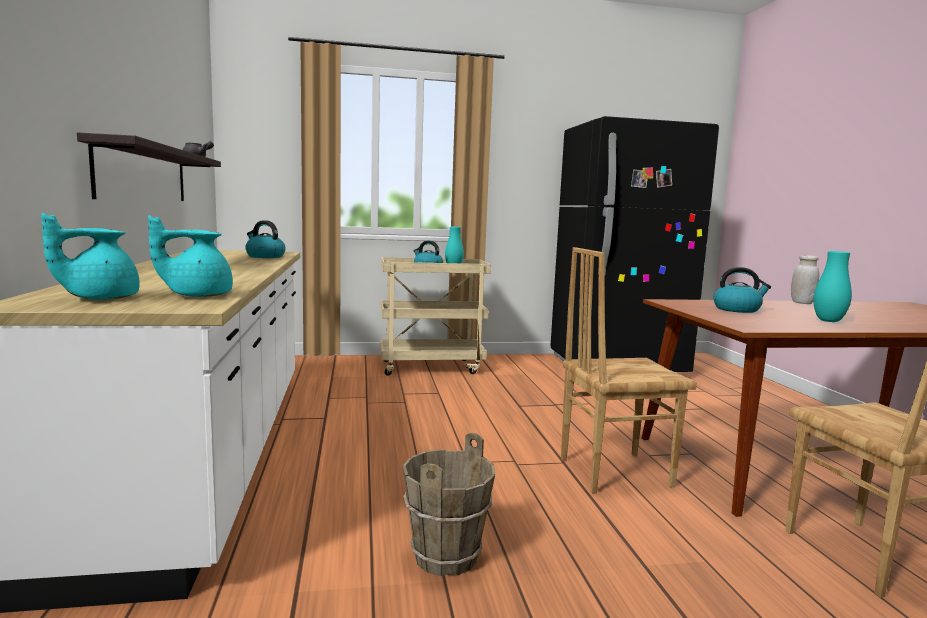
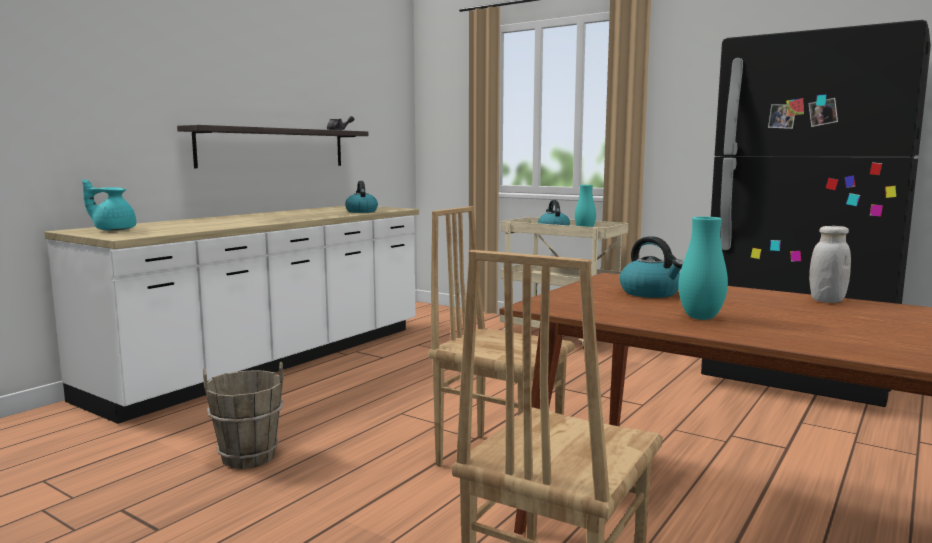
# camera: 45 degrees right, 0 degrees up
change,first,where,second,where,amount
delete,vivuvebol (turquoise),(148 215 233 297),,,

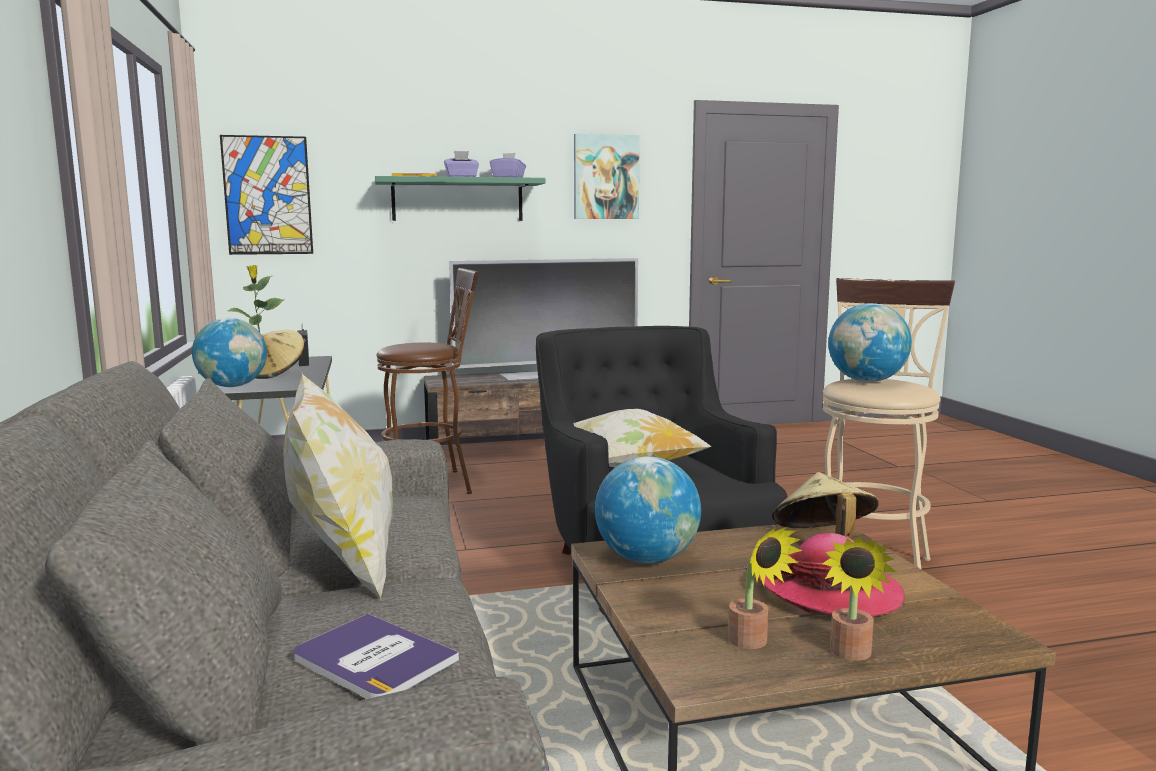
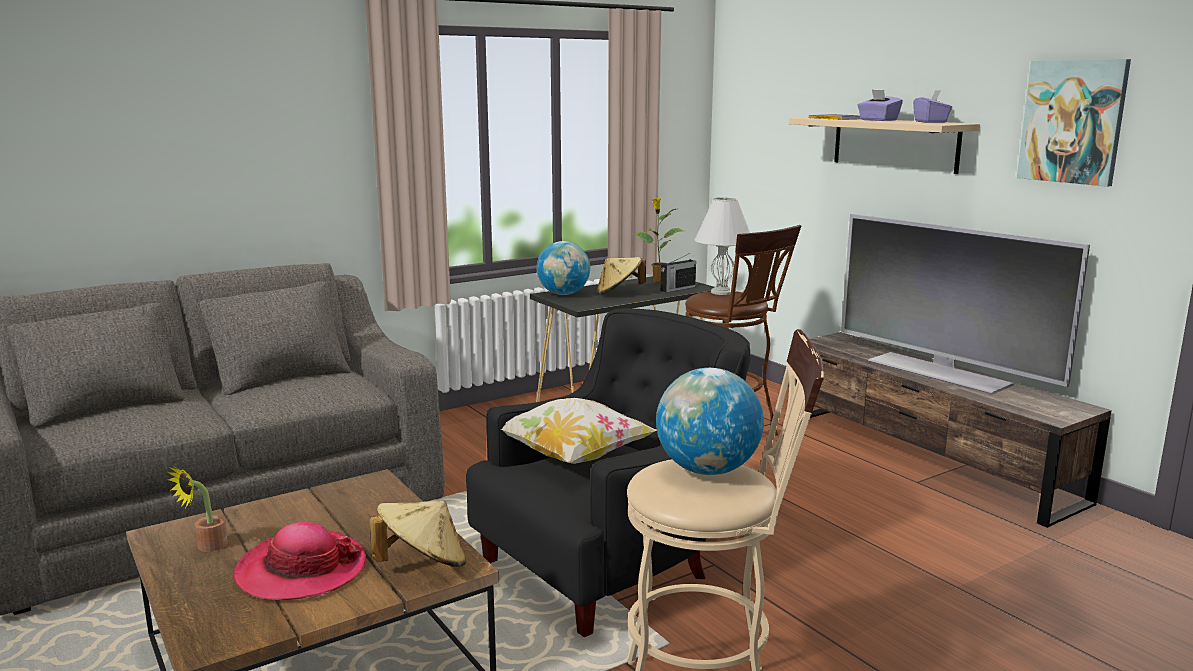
# camera: 70 degrees right, 5 degrees up
change,first,where,second,where,amount
insert,,,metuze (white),(694 197 750 295),
recolor,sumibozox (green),(375 176 545 221),sumibozox (beige),(789 118 980 174),
delete,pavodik,(220 135 313 255),,,
delete,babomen,(283 373 393 601),,,
delete,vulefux,(293 614 459 699),,,
delete,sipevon,(595 456 701 564),,,
delete,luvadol,(822 536 896 661),,,

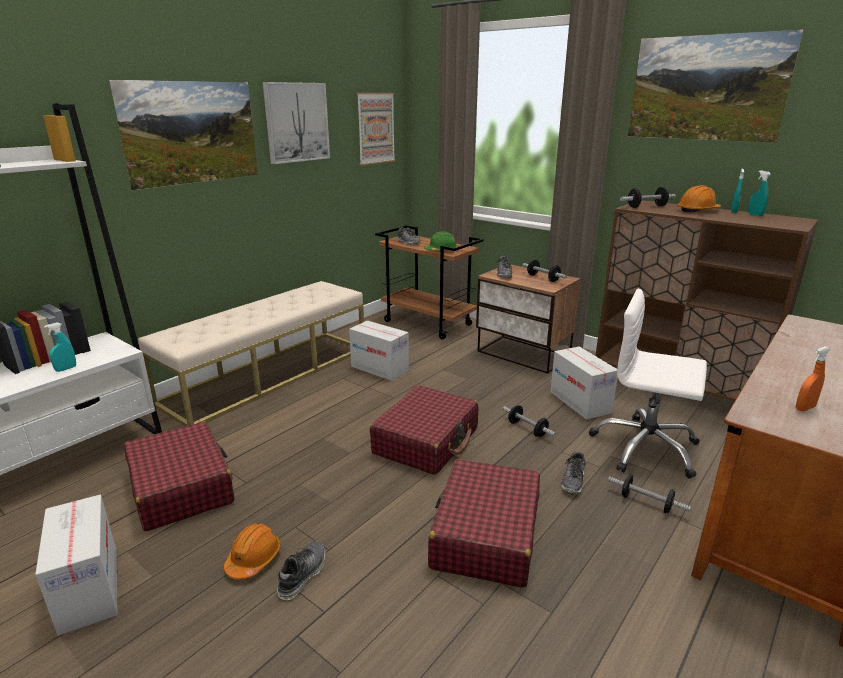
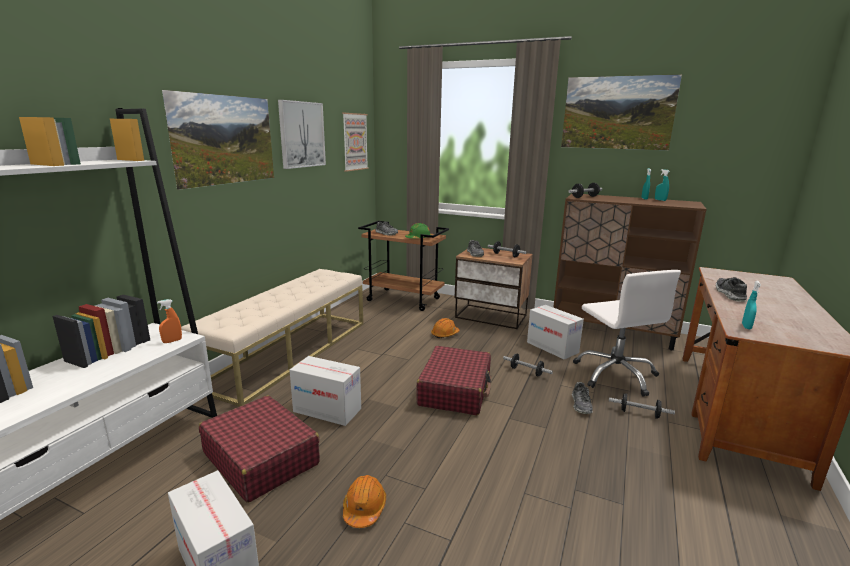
# camera: 15 degrees left, 5 degrees down
change,first,where,second,where,amount
move,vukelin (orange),(796 347 830 411),,(157 299 182 343),
move,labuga,(349 320 409 381),,(290 356 361 426),
move,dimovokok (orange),(677 185 721 213),,(431 318 460 339),
rotate,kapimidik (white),(589 289 707 478),,(573 270 681 397),120 degrees counterclockwise
move,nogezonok,(277 541 325 600),,(716 277 747 302),
move,vukelin (turquoise),(44 322 76 372),,(742 281 761 329),
delete,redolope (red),(428 459 540 588),,,

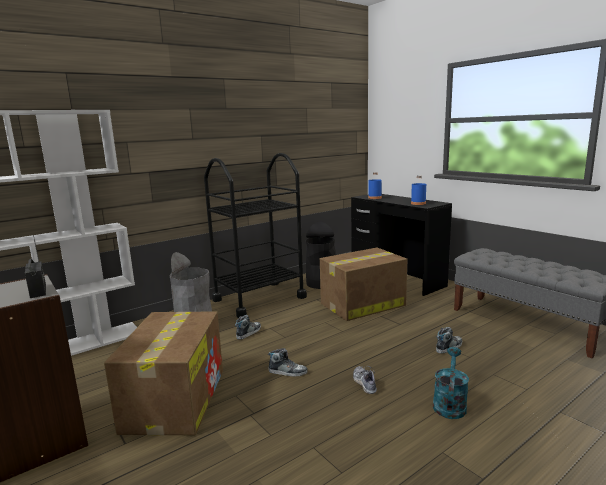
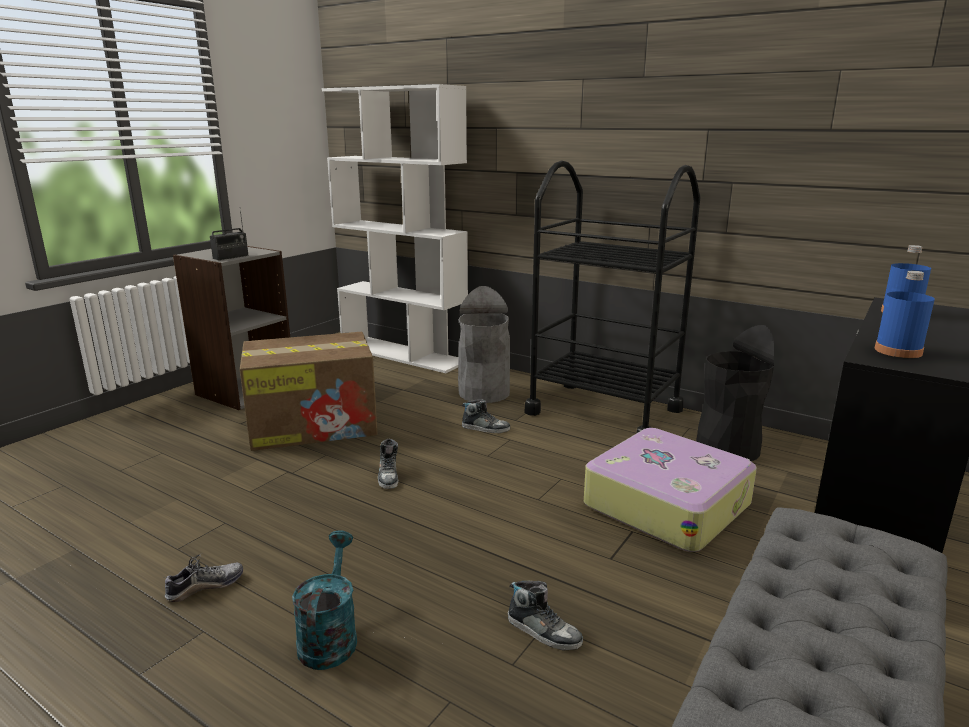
# camera: 70 degrees right, 5 degrees up
change,first,where,second,where,amount
move,nogezonok,(353 366 377 394),,(164 554 243 602),
rotate,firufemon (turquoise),(433 347 469 419),,(292 530 357 670),90 degrees counterclockwise
replace,labuga,(320 248 407 321),redolope,(584 428 757 552),

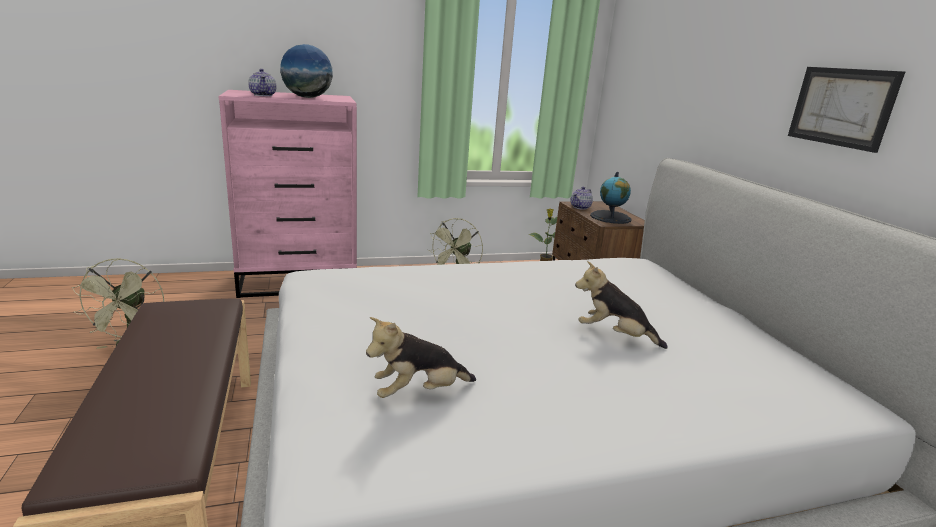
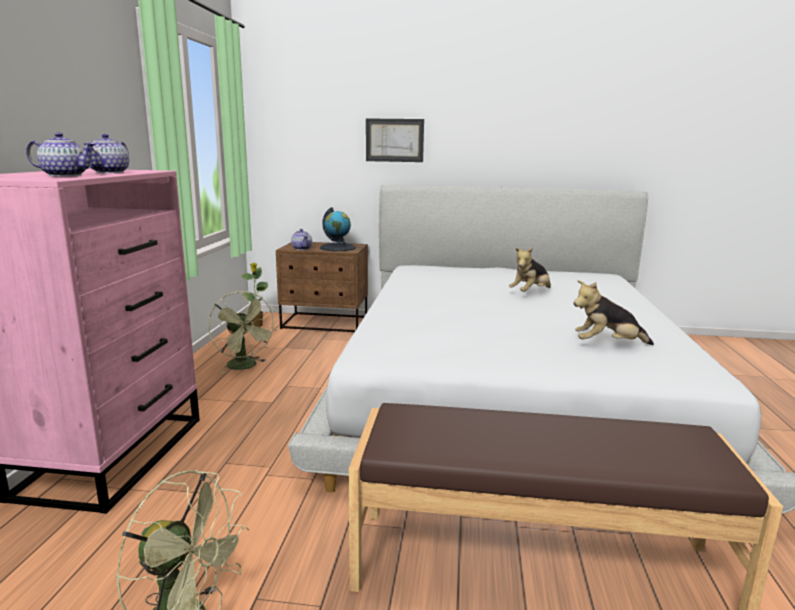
# camera: 65 degrees left, 5 degrees down
change,first,where,second,where,amount
replace,sipevon,(280 44 333 98),vivuvebol,(83 134 129 173),
move,pavodik,(788 67 905 153),,(366 118 424 162),
rotate,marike,(366 317 476 398),,(574 280 654 345),90 degrees clockwise

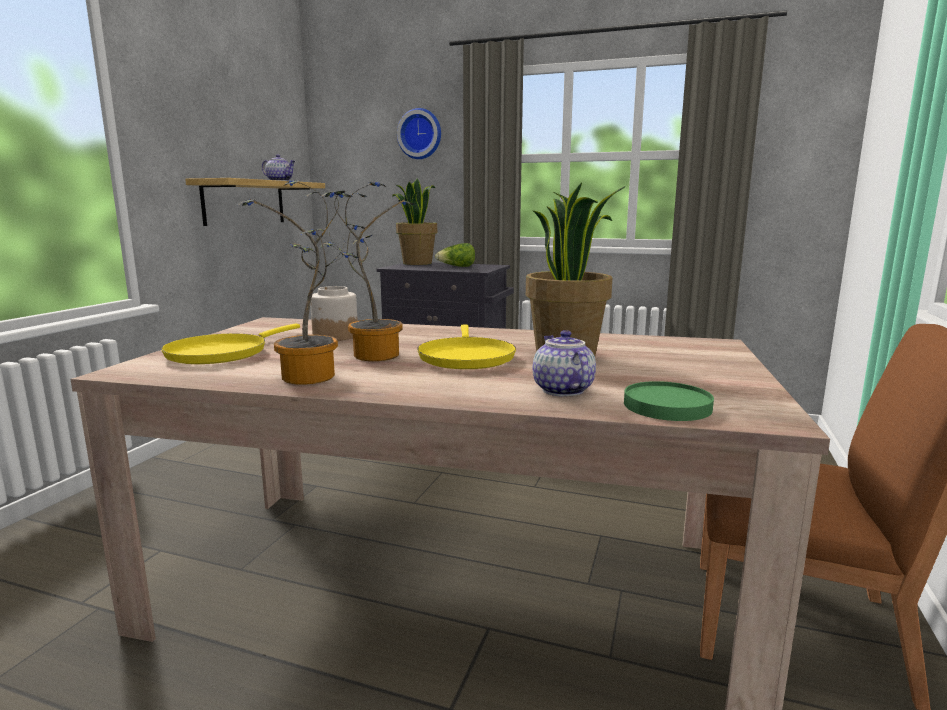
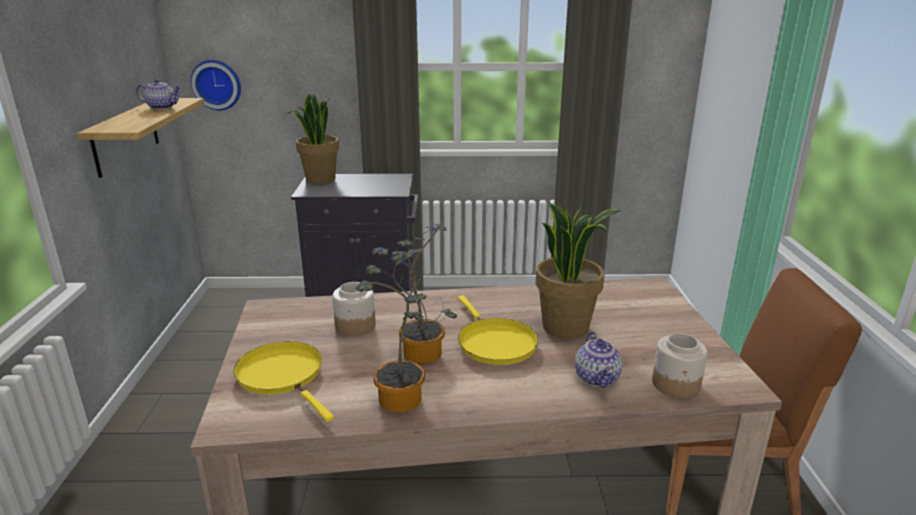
# camera: 20 degrees left, 10 degrees up
change,first,where,second,where,amount
move,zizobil,(397 108 441 159),,(191 60 241 110),
rotate,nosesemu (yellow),(161 324 300 364),,(234 341 334 422),135 degrees clockwise
rotate,vivuvebol,(533 330 596 397),,(575 332 622 388),150 degrees counterclockwise
replace,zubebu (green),(624 381 714 421),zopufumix,(652 333 707 398),
delete,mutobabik,(435 243 475 267),,,

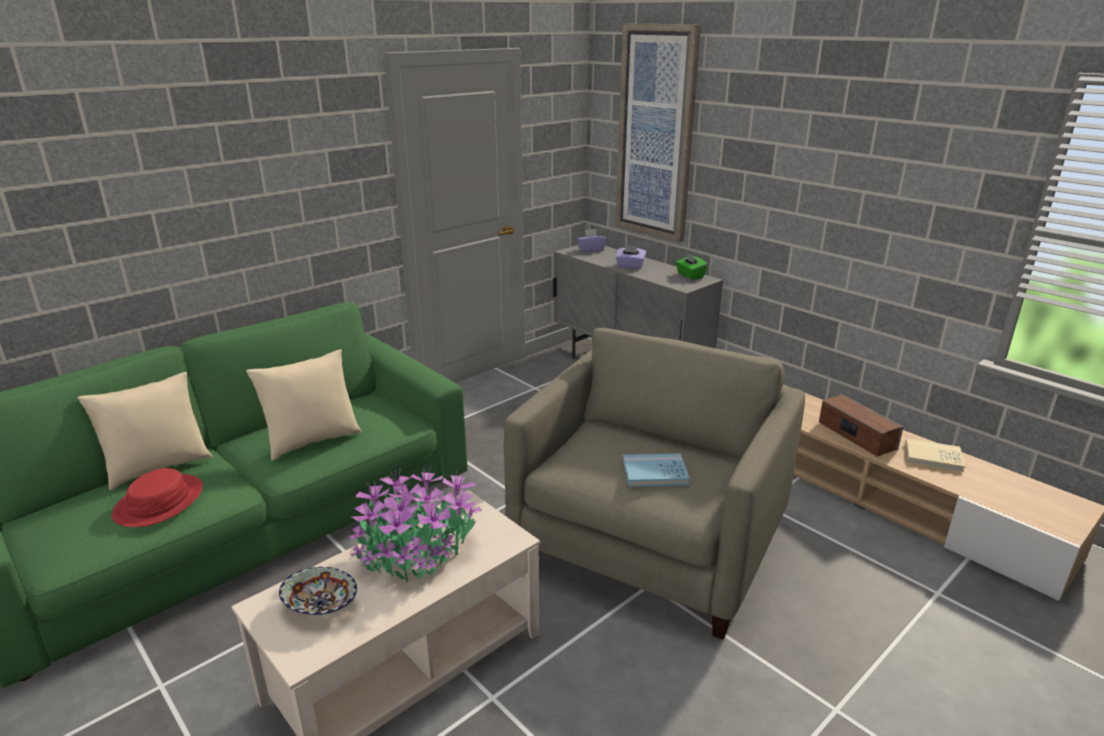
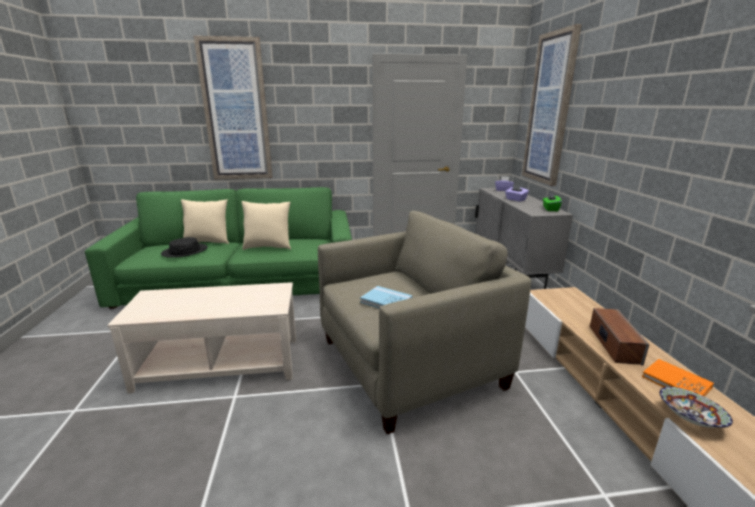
# camera: 35 degrees right, 5 degrees down
change,first,where,second,where,amount
recolor,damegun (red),(112 468 203 527),damegun (black),(161 237 208 258),
insert,,,pavodik,(194 36 272 179),
recolor,vulefux (beige),(905 438 966 472),vulefux (orange),(642 359 714 397),
move,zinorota,(279 567 357 616),,(659 387 733 428),
delete,luvadol,(349 464 482 582),,,

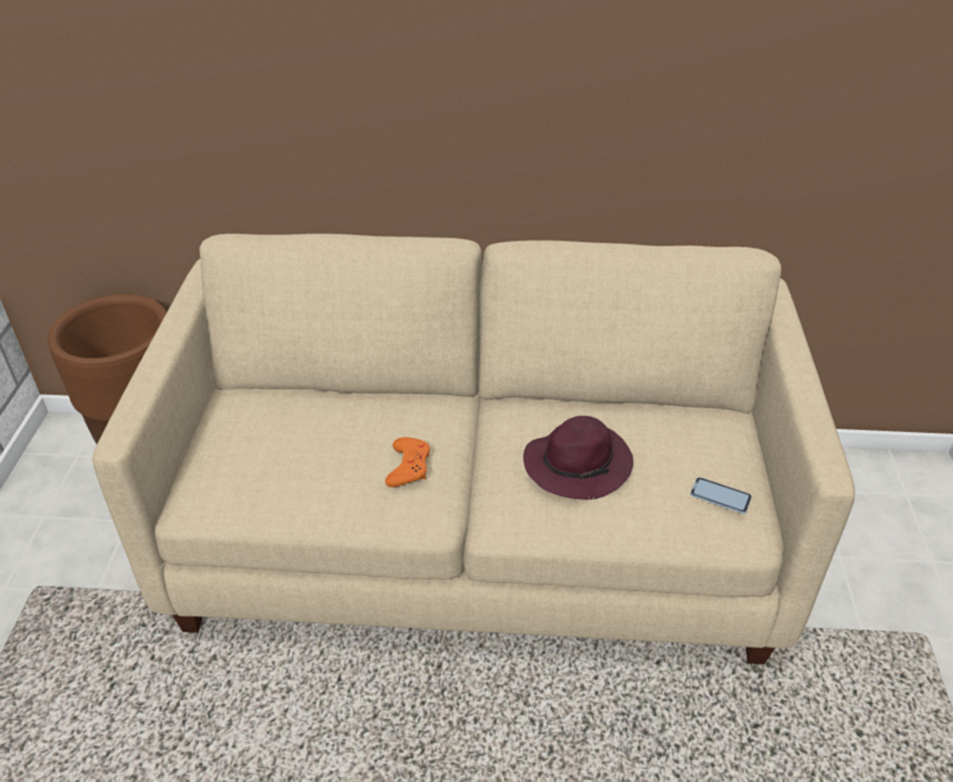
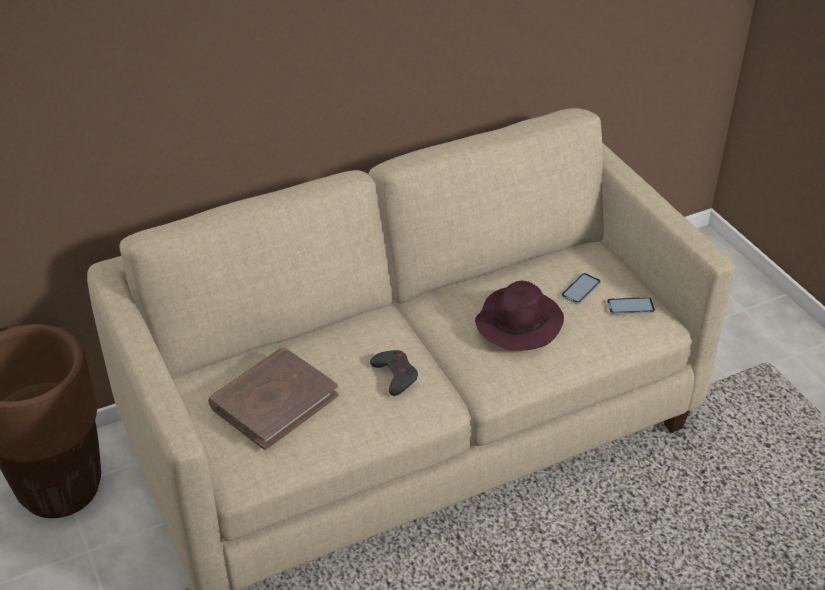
# camera: 30 degrees left, 0 degrees up
change,first,where,second,where,amount
insert,,,vulefux (brown),(208 348 339 450),
recolor,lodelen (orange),(385 437 430 487),lodelen (grey),(370 350 418 396),
insert,,,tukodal,(561 273 601 304),

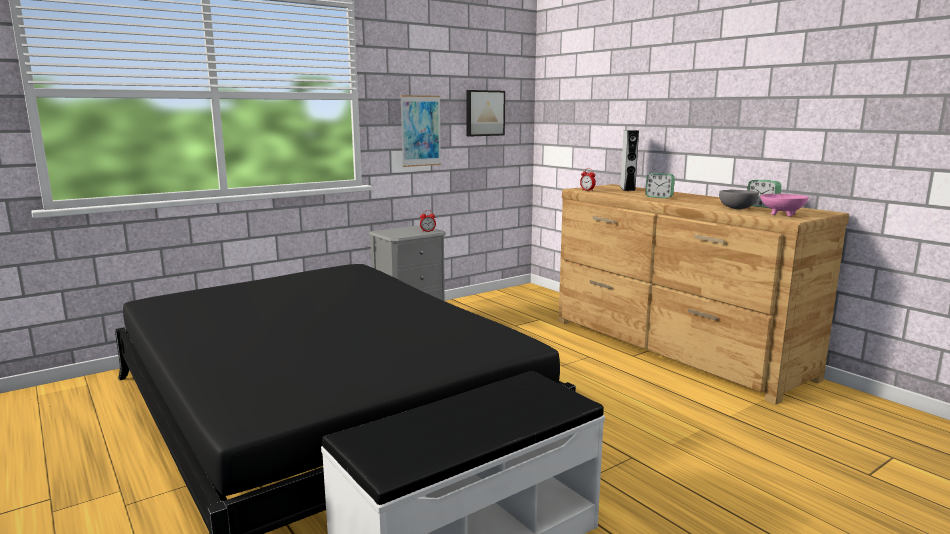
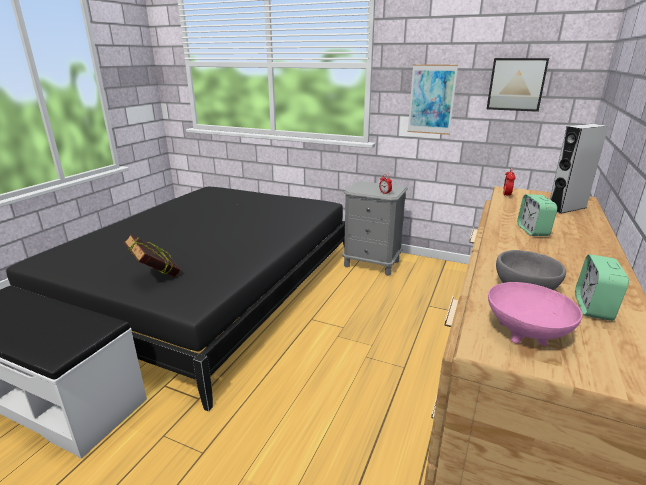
# camera: 60 degrees right, 10 degrees up
change,first,where,second,where,amount
insert,,,vulefux,(124 234 180 277),

